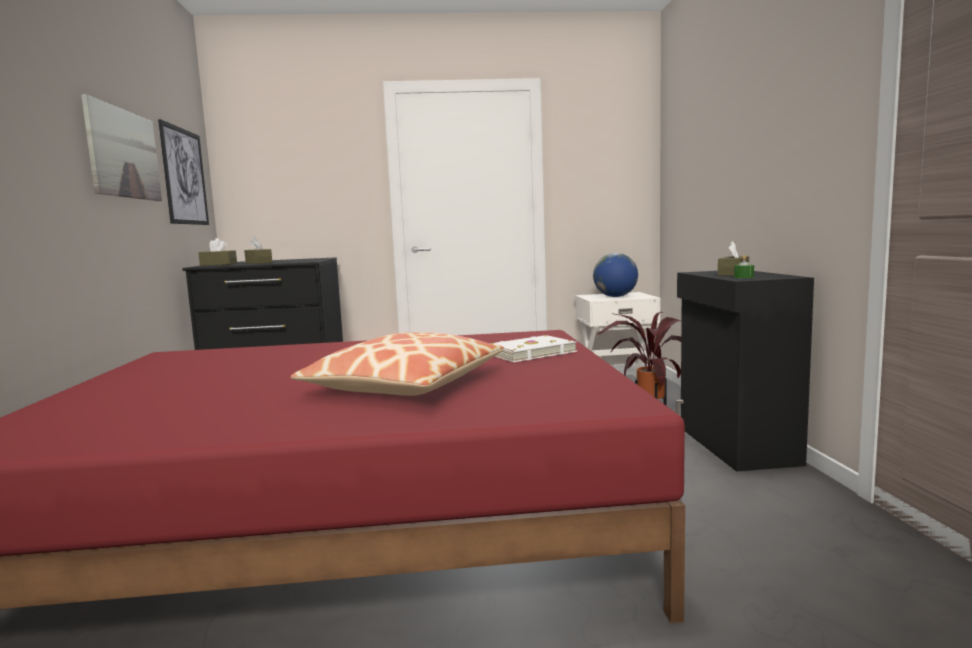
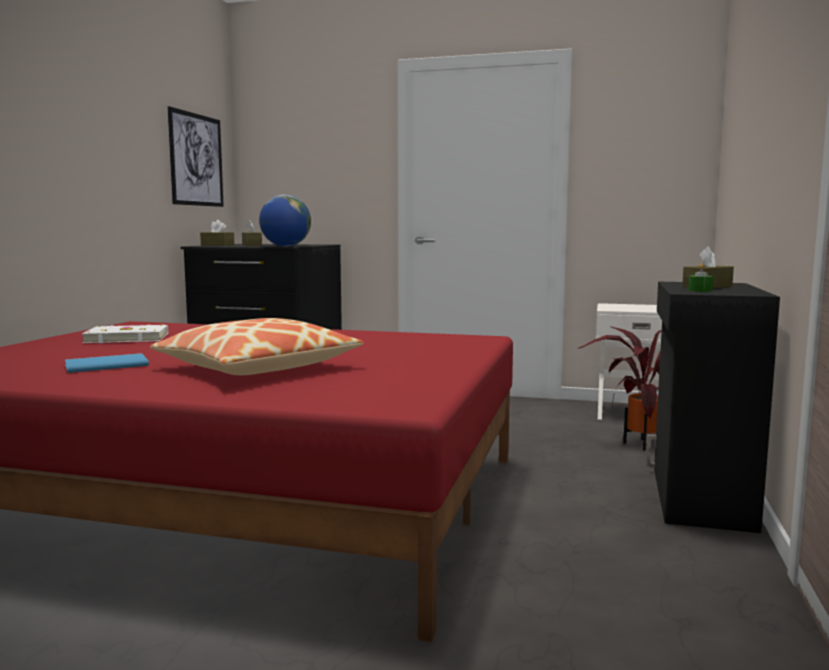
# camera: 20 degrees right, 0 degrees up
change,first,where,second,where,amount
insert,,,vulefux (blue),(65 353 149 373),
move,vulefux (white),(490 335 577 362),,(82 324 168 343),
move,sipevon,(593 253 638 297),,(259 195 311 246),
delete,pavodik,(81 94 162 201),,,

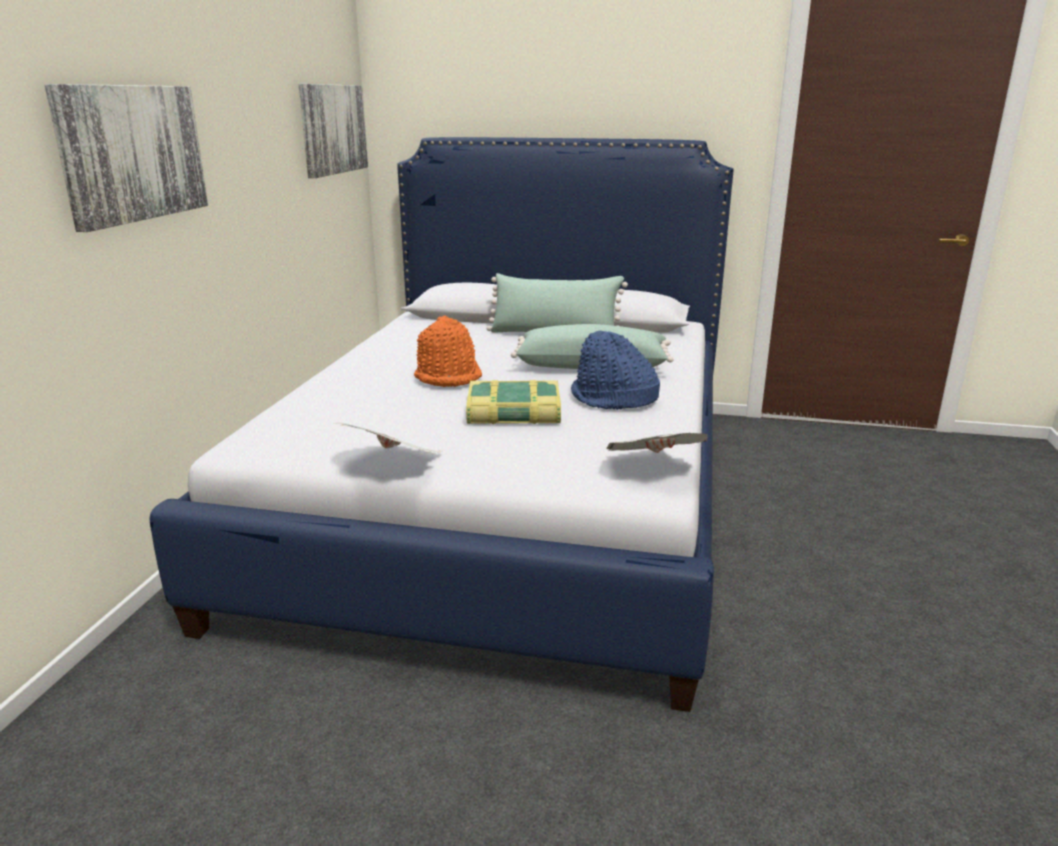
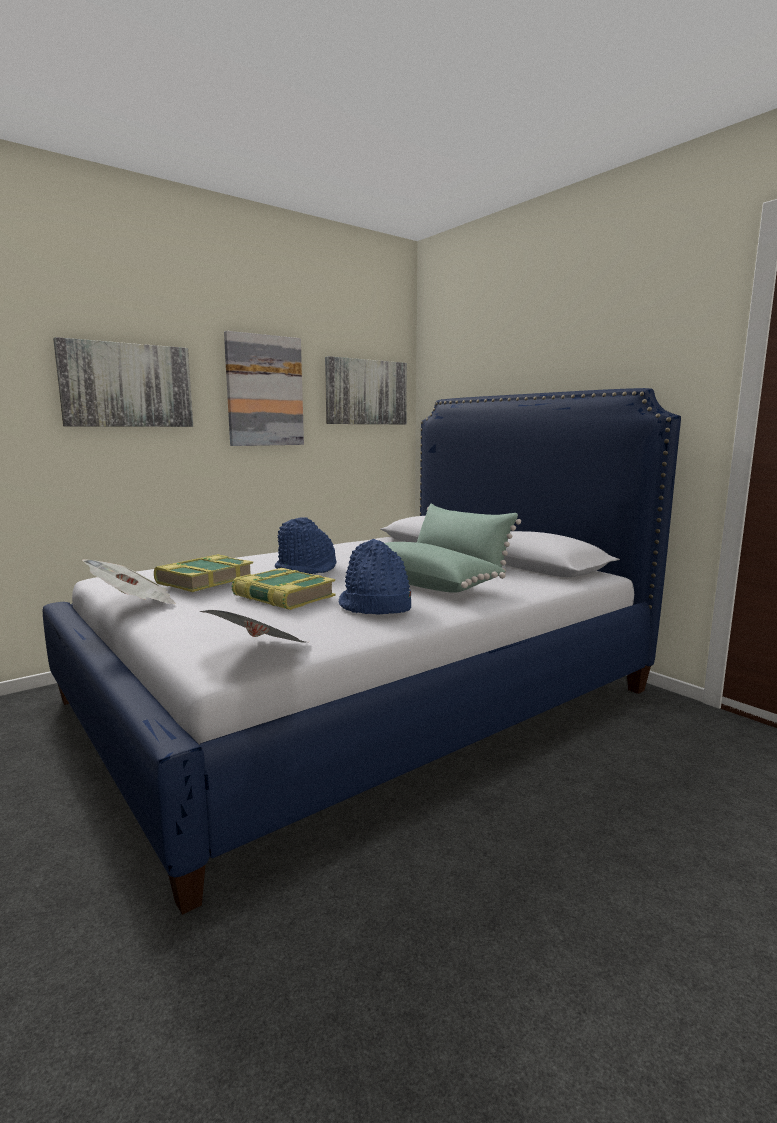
# camera: 40 degrees right, 10 degrees down
change,first,where,second,where,amount
insert,,,vulefux,(154 554 253 592),
insert,,,pavodik,(224 331 304 446),
recolor,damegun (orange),(414 315 482 387),damegun (blue),(275 517 337 574),

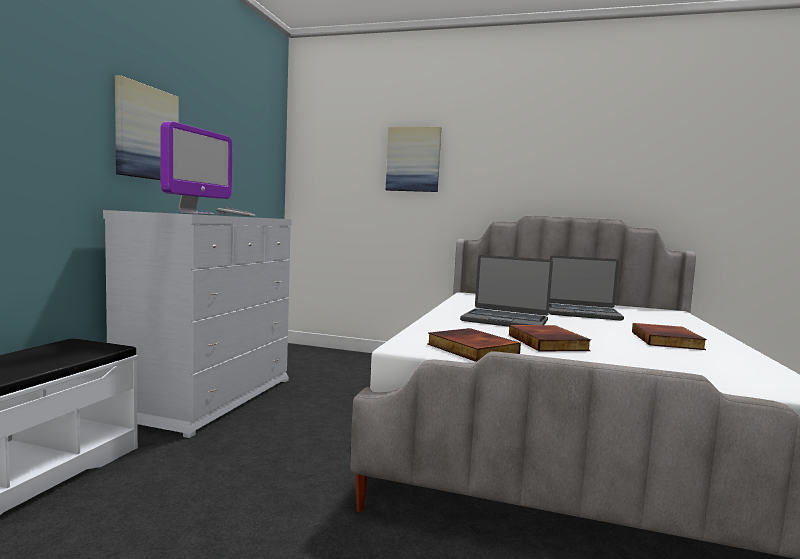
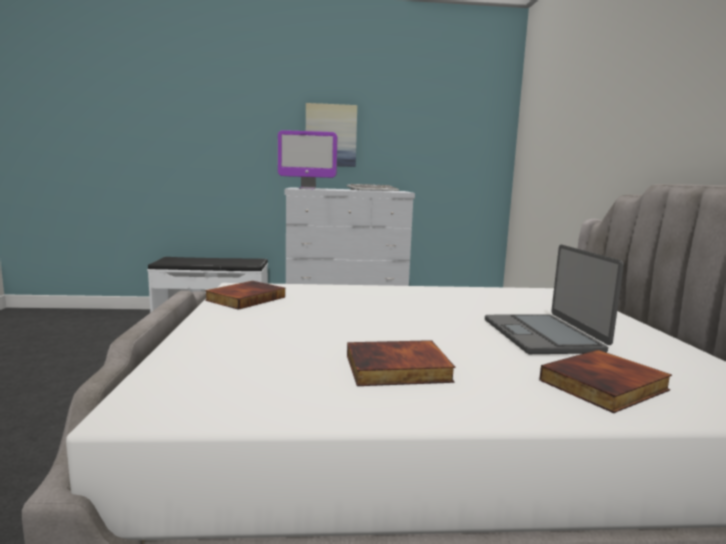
# camera: 70 degrees right, 5 degrees up
change,first,where,second,where,amount
move,vulefux,(509 325 591 351),,(539 350 672 413),
delete,pavodik,(386 127 441 192),,,
delete,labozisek,(460 255 553 327),,,

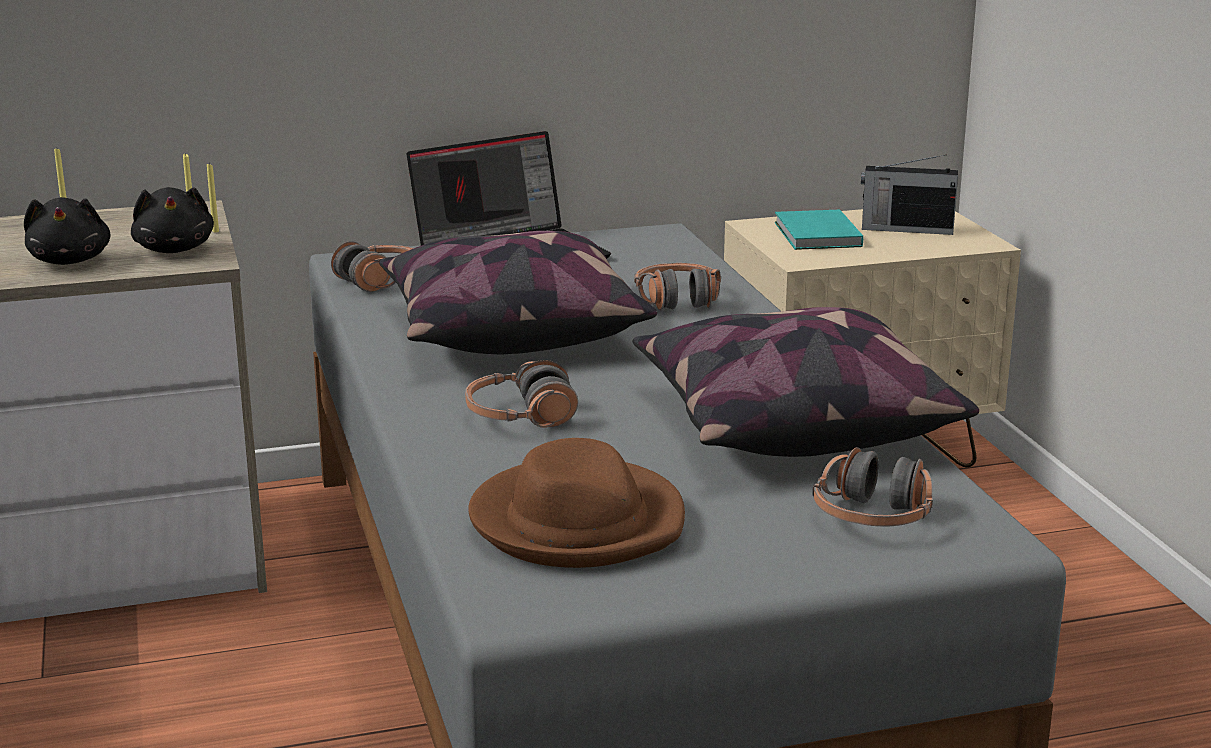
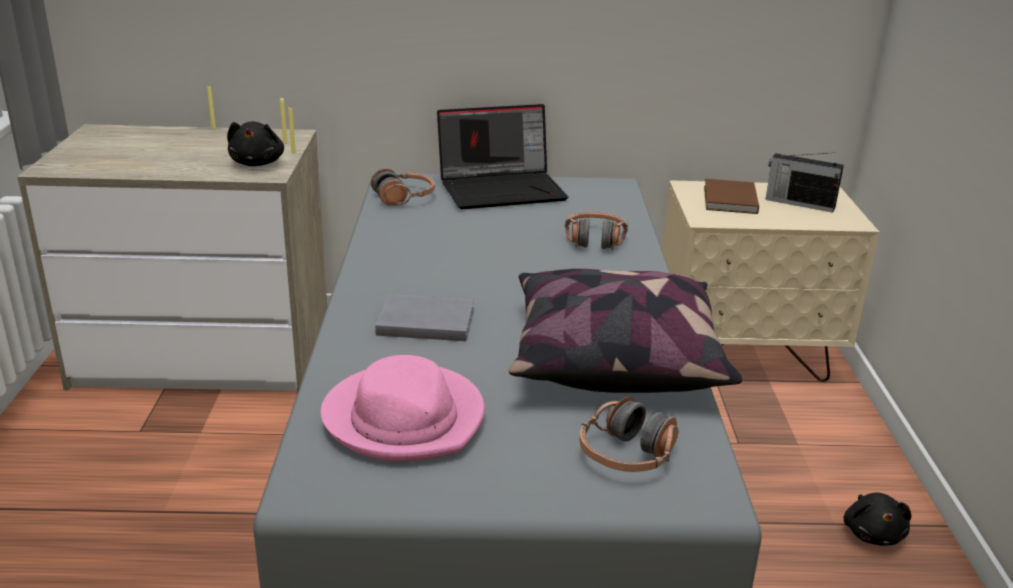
# camera: 15 degrees right, 5 degrees up
change,first,where,second,where,amount
recolor,damegun (brown),(468 438 685 568),damegun (pink),(321 355 485 462),
replace,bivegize,(465 360 578 428),vulefux (grey),(375 294 474 341),
recolor,vulefux (turquoise),(775 210 863 250),vulefux (brown),(704 179 759 214),
move,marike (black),(24 197 111 265),,(844 493 912 546),
delete,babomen,(379 231 657 354),,,

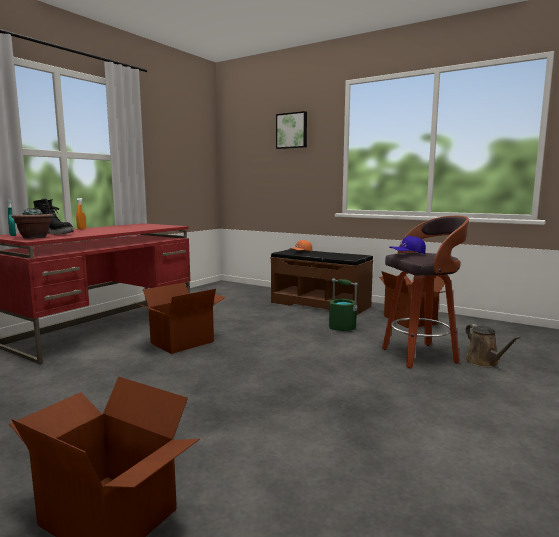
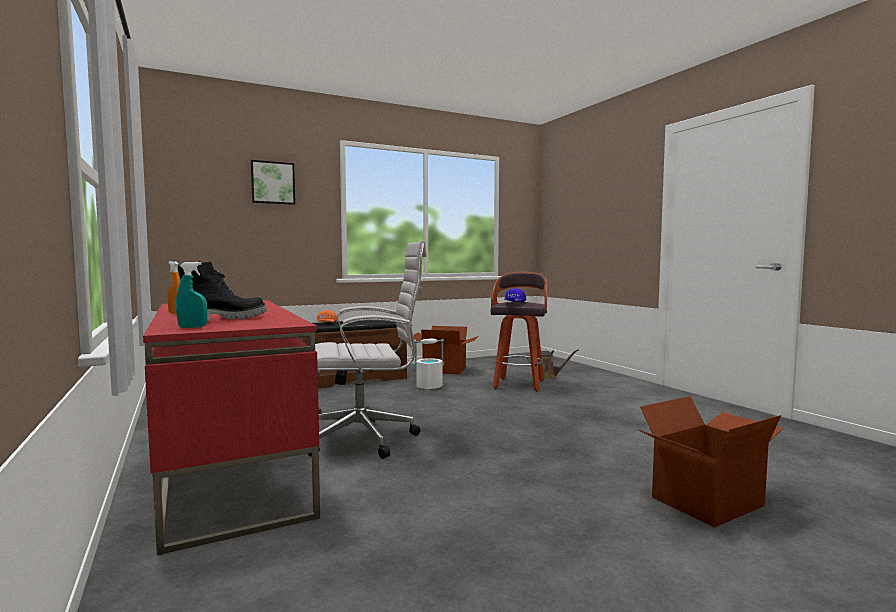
# camera: 60 degrees left, 5 degrees down
change,first,where,second,where,amount
replace,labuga,(133 282 226 354),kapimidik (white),(308 241 427 459),
recolor,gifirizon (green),(329 278 358 331),gifirizon (white),(414 339 444 389),
delete,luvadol,(11 207 53 239),,,

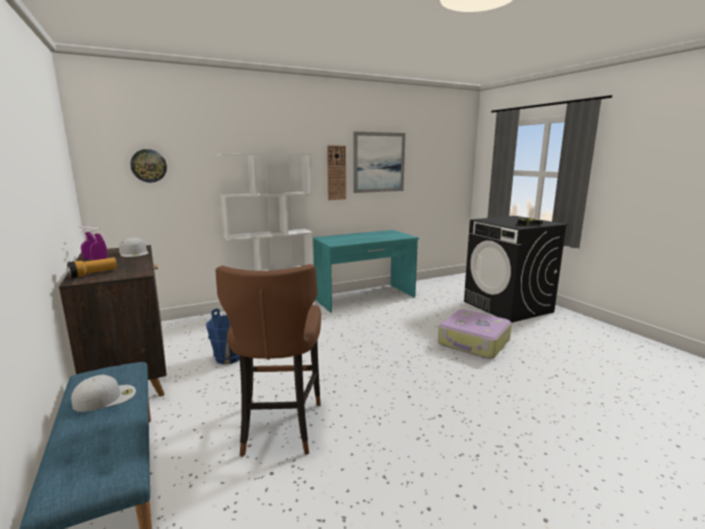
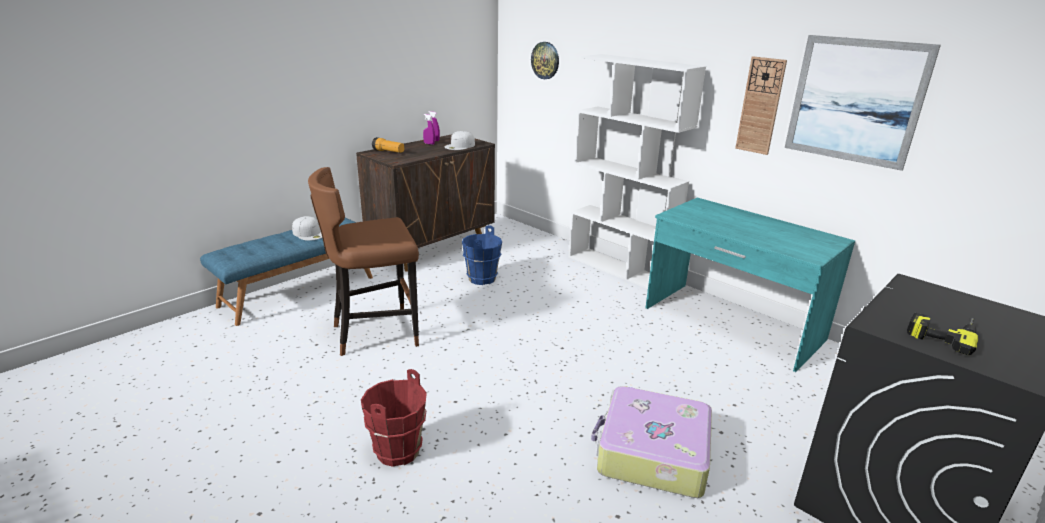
# camera: 70 degrees right, 10 degrees up
change,first,where,second,where,amount
insert,,,gifirizon (red),(361 369 427 467),

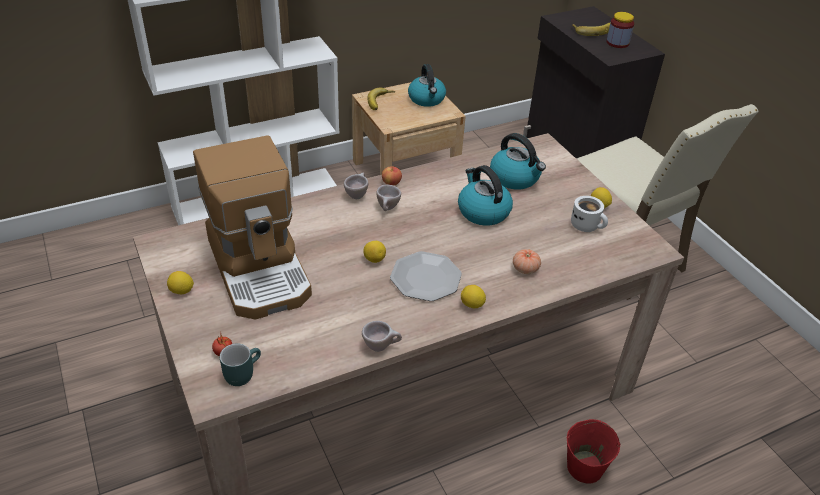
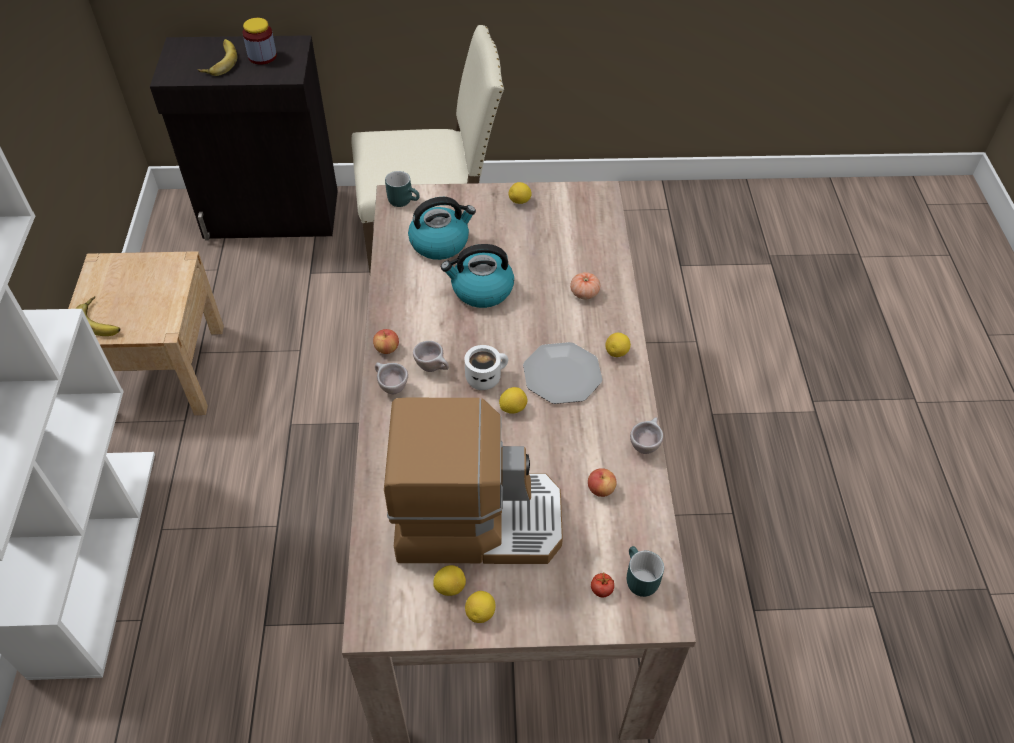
# camera: 65 degrees left, 10 degrees up
change,first,where,second,where,amount
insert,,,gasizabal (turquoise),(385 171 420 207),
insert,,,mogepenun,(433 565 466 596),
move,gasizabal (white),(571 196 608 232),,(464 345 508 390),
insert,,,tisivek,(588 468 616 497),
delete,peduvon,(408 64 446 107),,,
delete,gifirizon (red),(567 419 620 484),,,

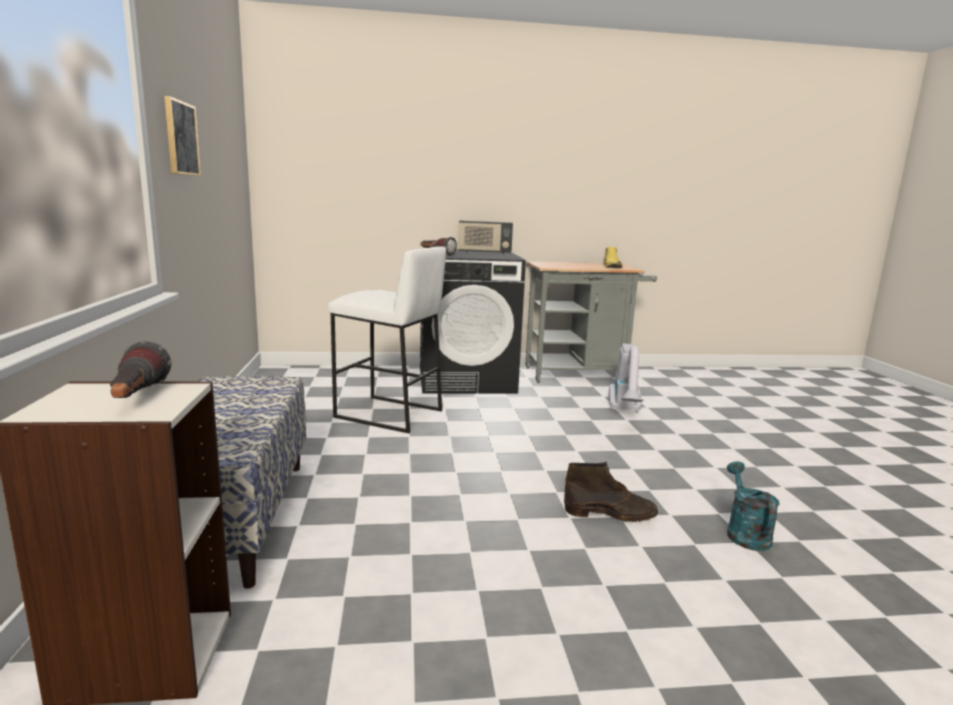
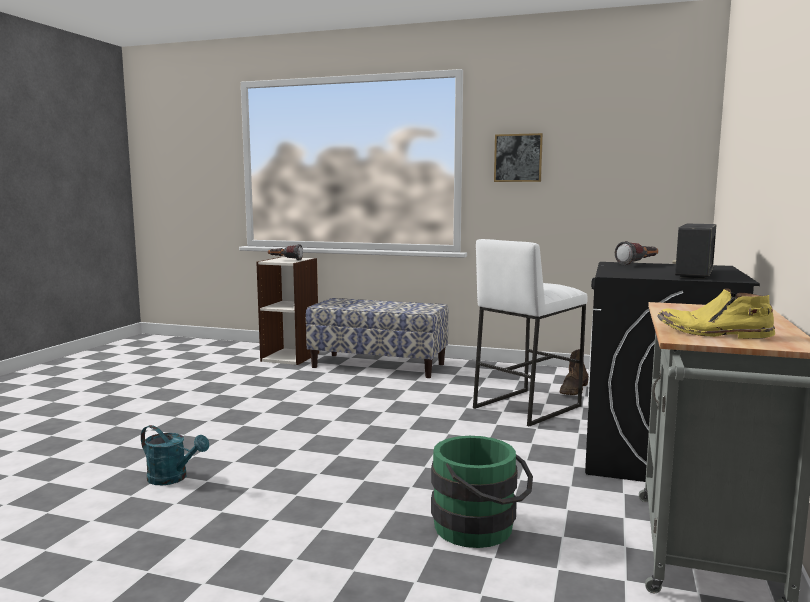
# camera: 115 degrees right, 5 degrees down
change,first,where,second,where,amount
replace,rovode,(608 344 643 413),gifirizon (green),(431 436 533 548),
move,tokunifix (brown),(564 462 658 522),,(560 349 588 395),

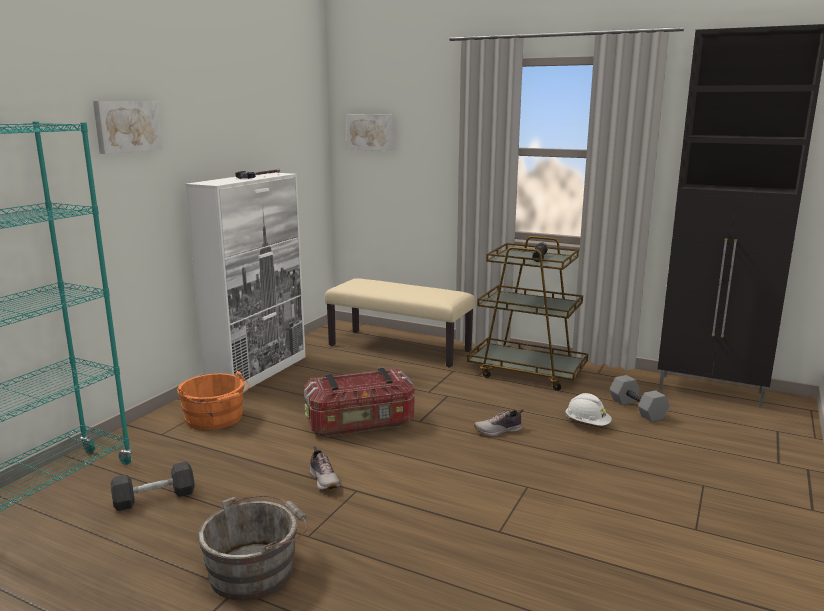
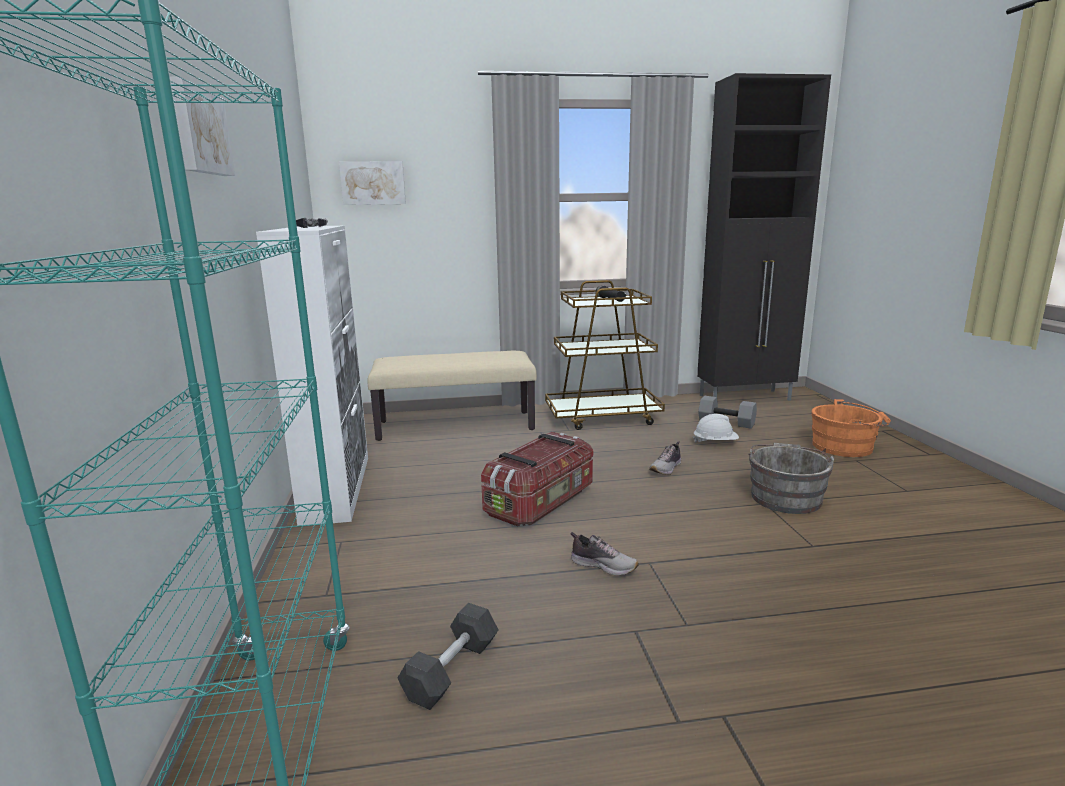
# camera: 35 degrees left, 0 degrees up
change,first,where,second,where,amount
move,gifirizon (grey),(198 495 308 601),,(748 443 835 514),
move,gifirizon (orange),(177 371 249 430),,(812 399 891 457),

